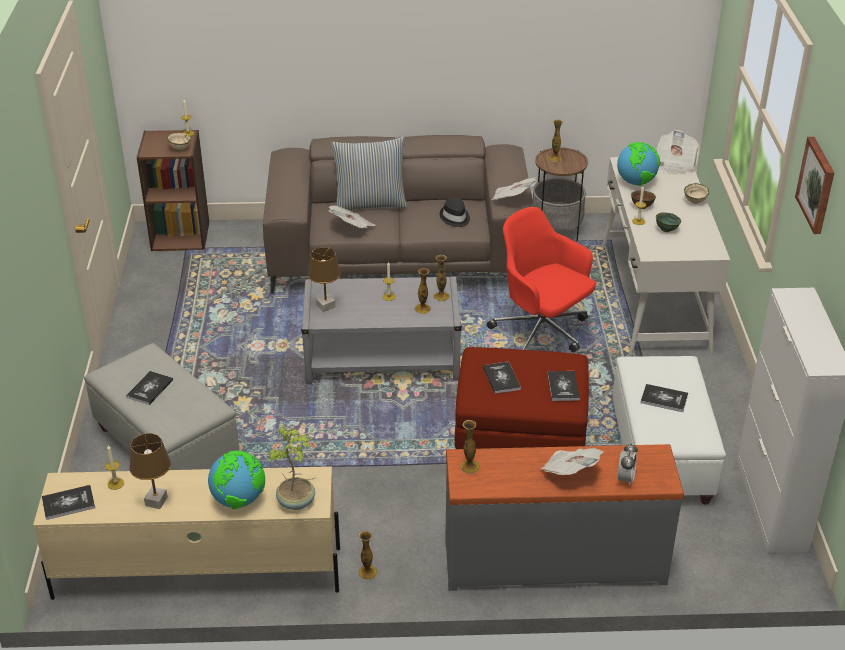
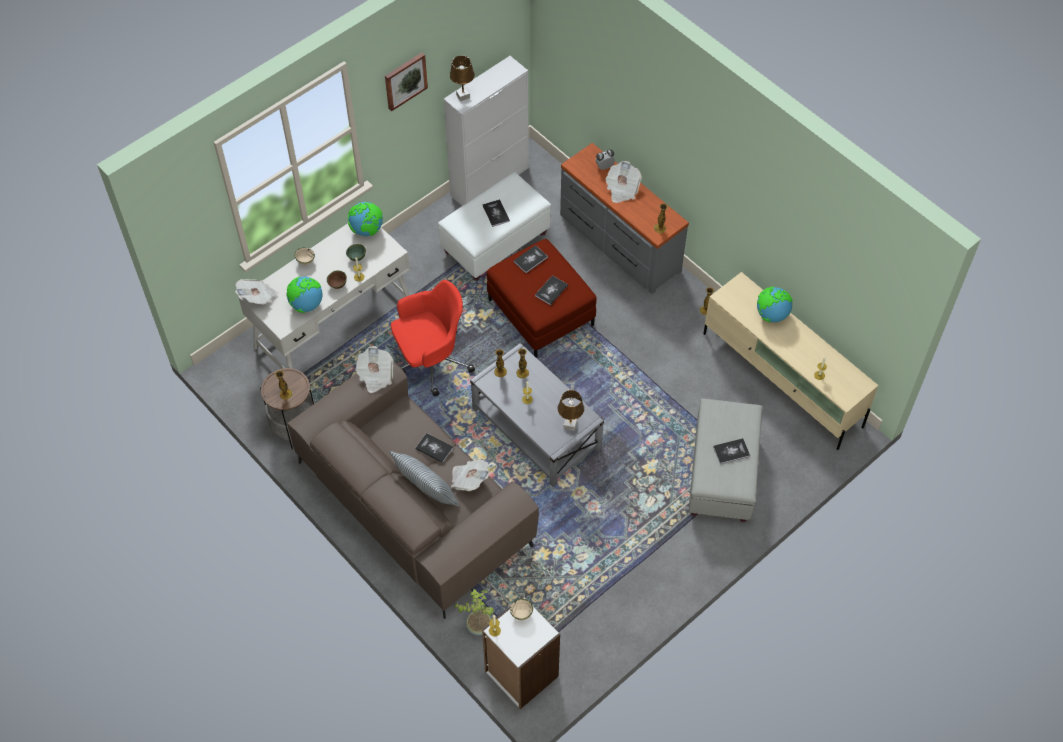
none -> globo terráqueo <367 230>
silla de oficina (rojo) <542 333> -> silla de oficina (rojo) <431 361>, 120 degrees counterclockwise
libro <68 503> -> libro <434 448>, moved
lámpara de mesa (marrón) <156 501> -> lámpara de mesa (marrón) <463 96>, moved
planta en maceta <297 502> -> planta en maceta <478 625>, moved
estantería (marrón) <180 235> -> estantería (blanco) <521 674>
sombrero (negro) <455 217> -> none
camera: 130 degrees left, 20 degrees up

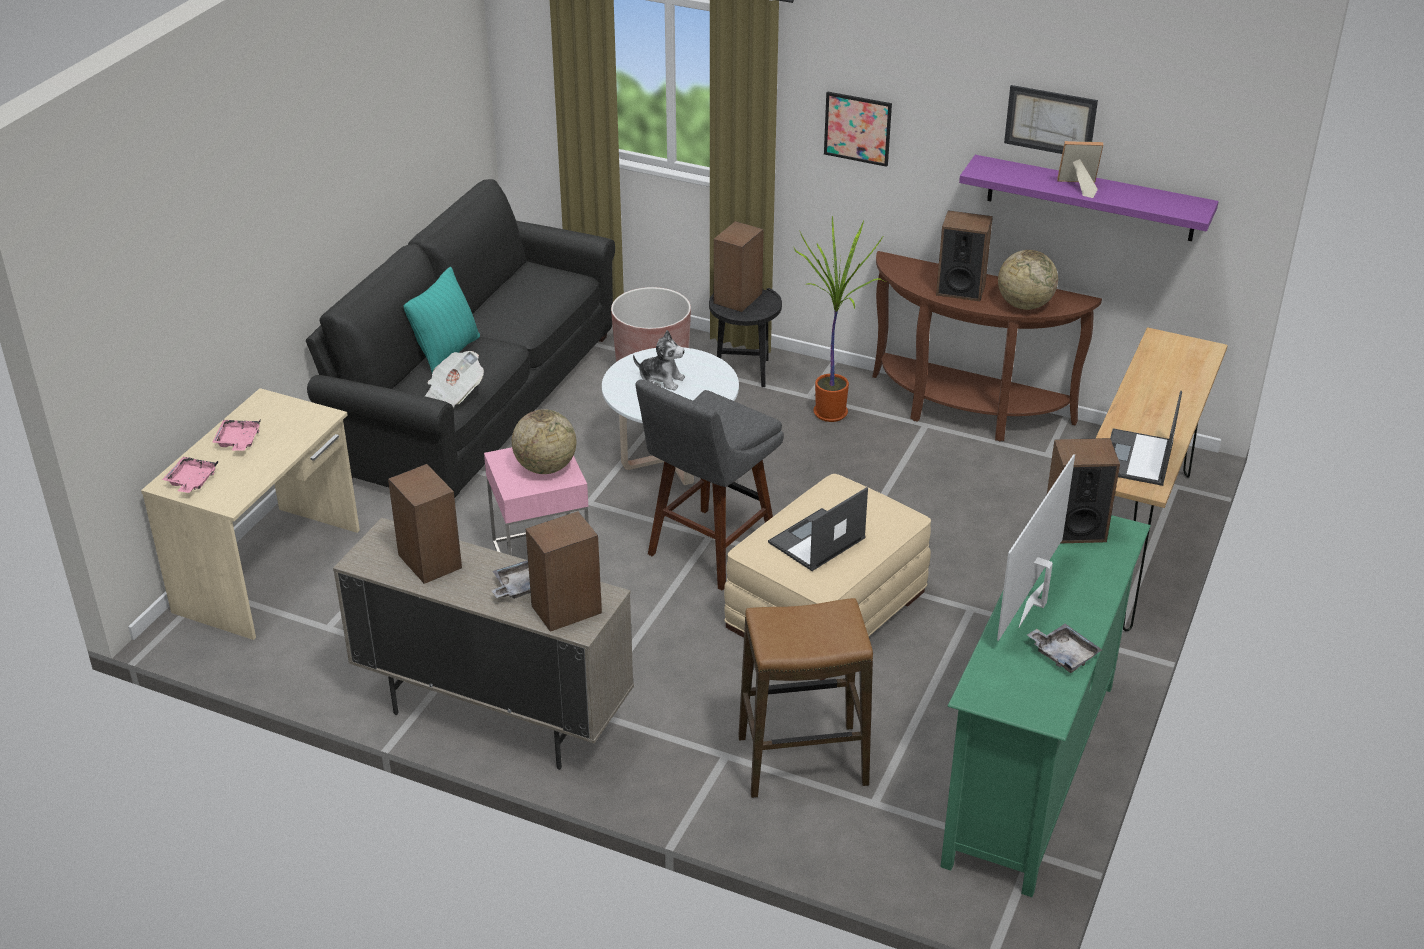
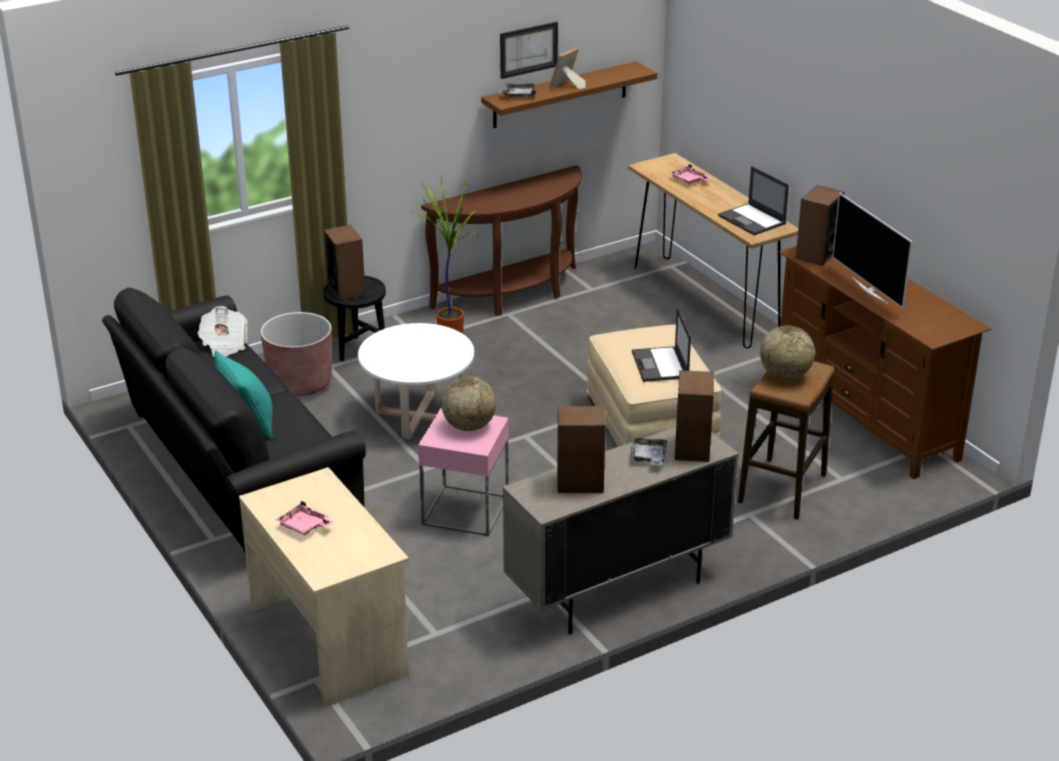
periódico <453 395> -> periódico <224 345>, moved
estante (morado) <1090 198> -> estante (marrón) <560 95>
bandeja (gris) <1063 654> -> bandeja (gris) <519 95>, moved
bandeja (rosa) <191 481> -> bandeja (rosa) <689 180>, moved
globo terráqueo <1024 305> -> globo terráqueo <785 375>, moved
mueble de televisión (verde) <1032 773> -> mueble de televisión (marrón) <866 418>
peluche <661 380> -> none
taburete (gris) <708 552> -> none
cuadro <857 128> -> none
altavoz <960 289> -> none
camera: 55 degrees left, 5 degrees down

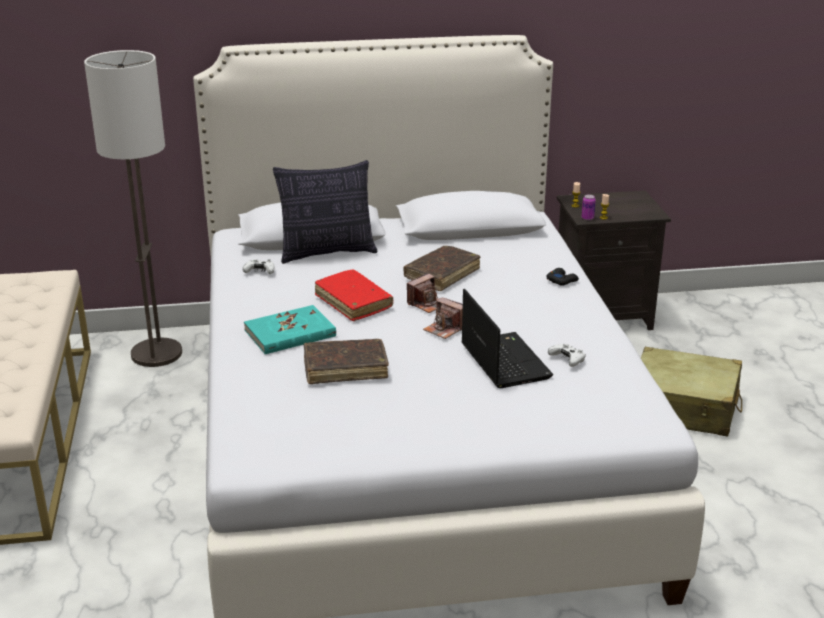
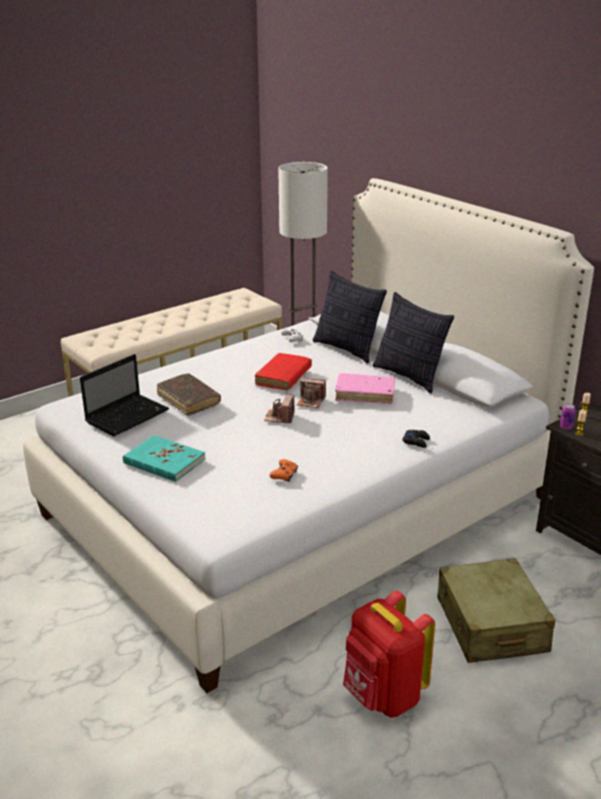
portátil <503 361> -> portátil <128 416>, moved
libro (turquesa) <290 333> -> libro (turquesa) <164 461>, moved
mando de consola (blanco) <567 360> -> mando de consola (naranja) <284 475>
libro (marrón) <442 274> -> libro (rosa) <365 394>
none -> mochila (rojo) <383 696>
none -> cojín <409 376>
camera: 60 degrees right, 0 degrees up

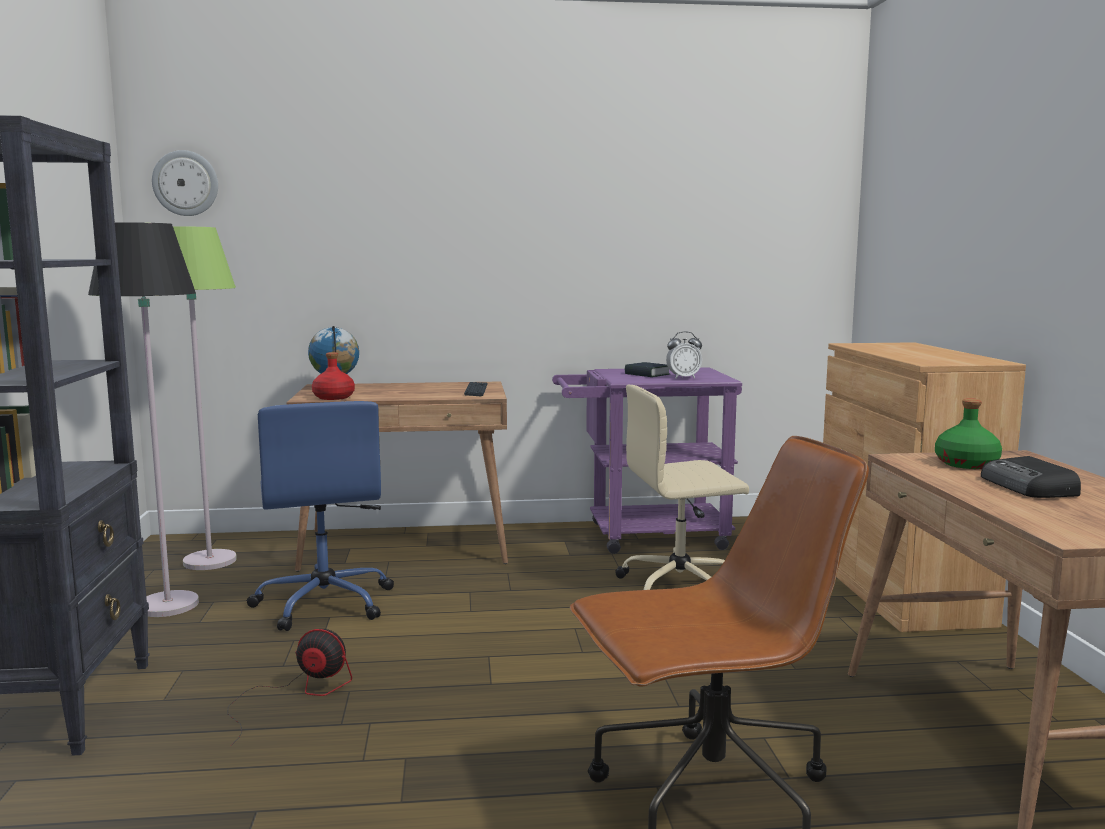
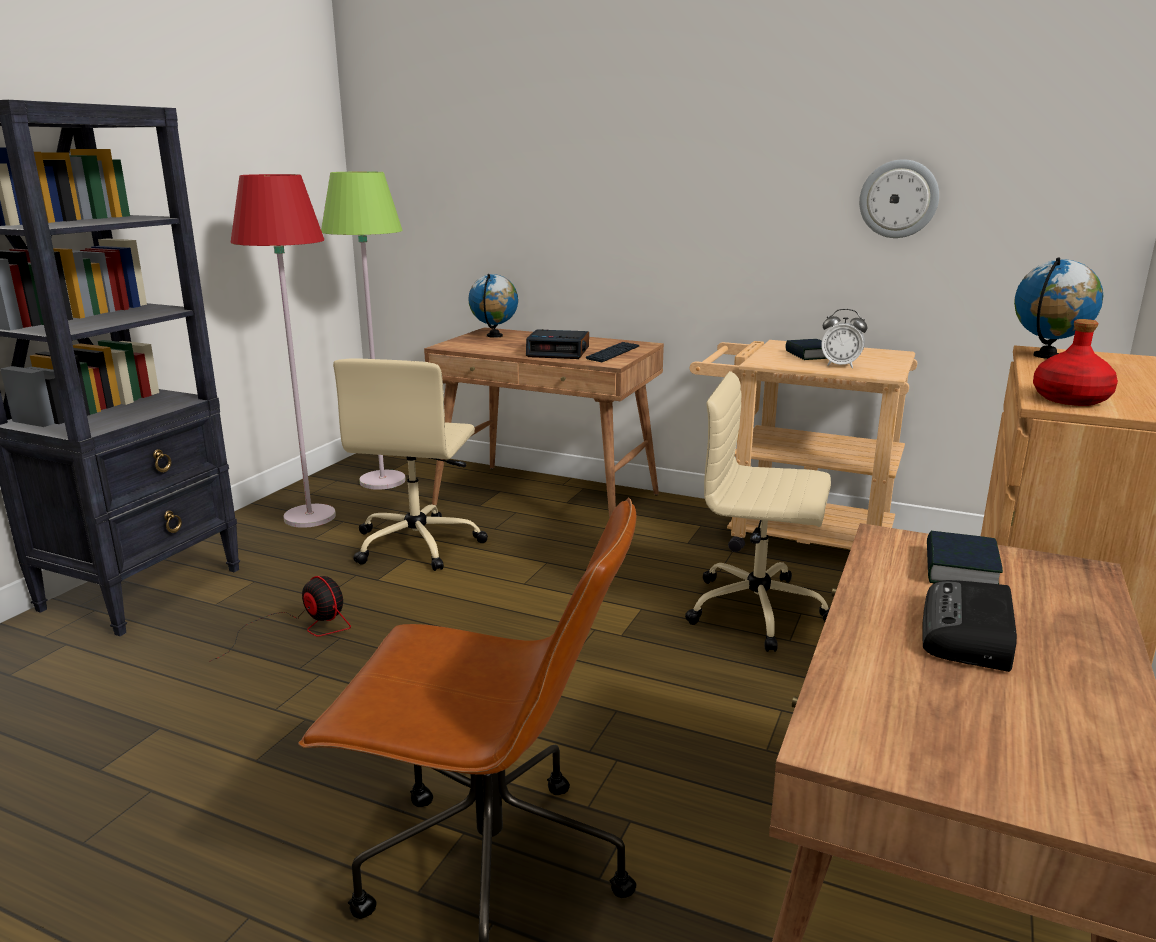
lámpara de pie (negro) <168 605> -> lámpara de pie (rojo) <310 517>
silla de oficina (azul) <324 603> -> silla de oficina (beis) <418 544>
none -> despertador <559 352>
carrito (morado) <644 536> -> carrito (beis) <792 537>
reloj de pared <185 183> -> reloj de pared <898 199>, moved
botella (verde) <966 464> -> libro <960 570>
none -> globo terráqueo <1047 356>
botella (rojo) <334 397> -> botella (rojo) <1071 399>, moved
camera: 30 degrees right, 10 degrees up

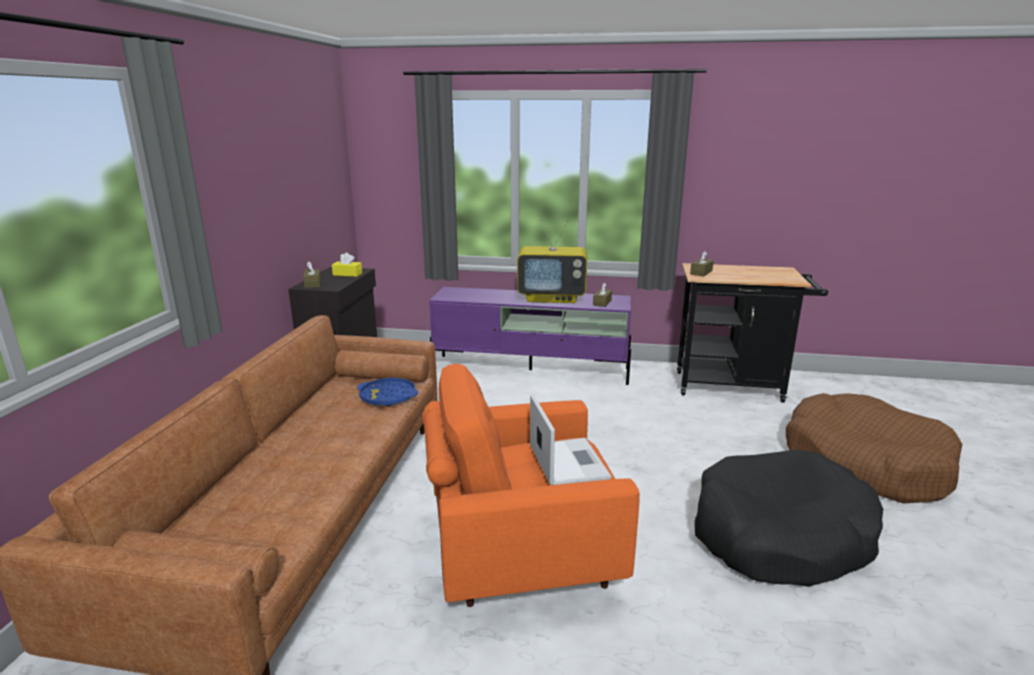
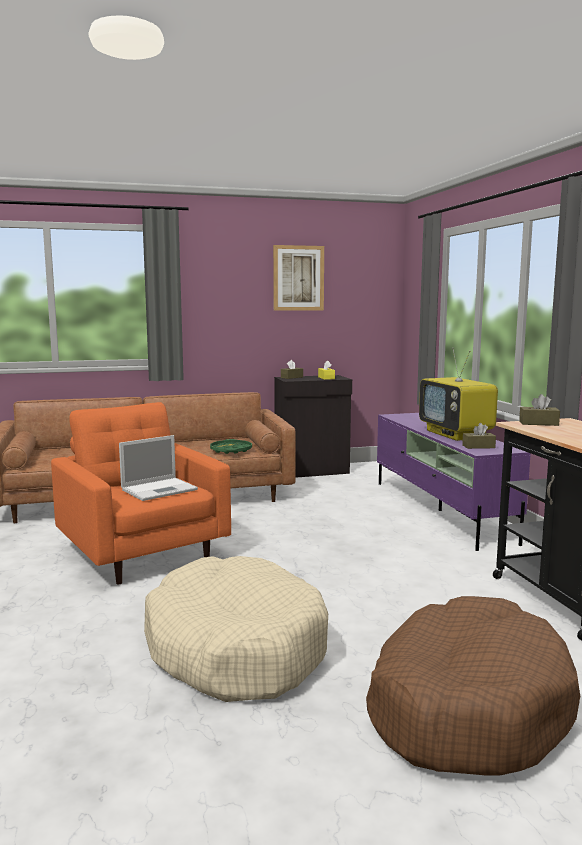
cama para perro (negro) <779 535> -> cama para perro (beis) <235 648>
bandeja (azul) <388 396> -> bandeja (verde) <231 450>
none -> cuadro <298 278>
camera: 65 degrees right, 10 degrees down

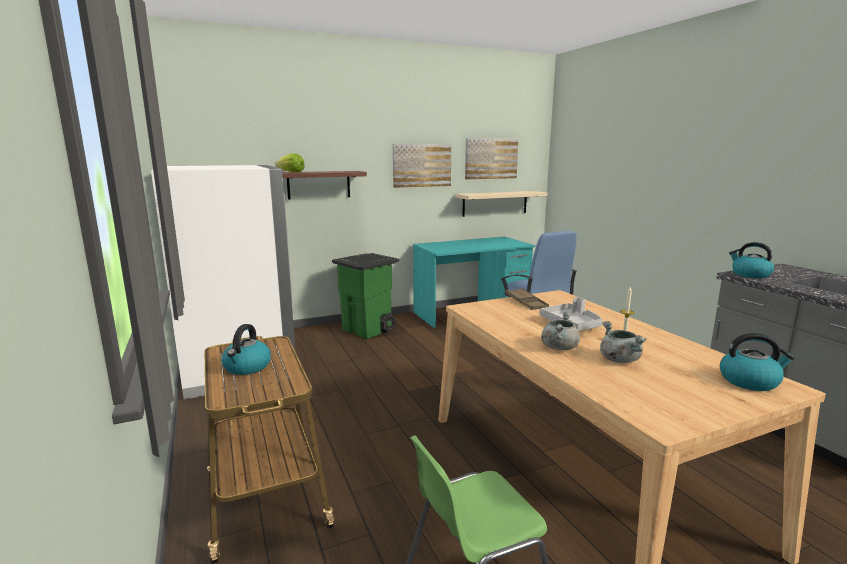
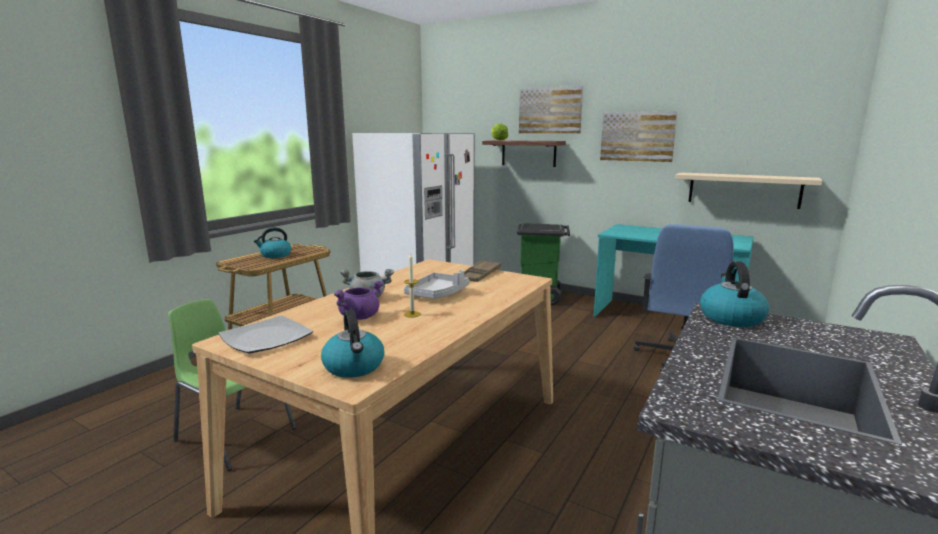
none -> plato <267 338>
olla (gris) <618 359> -> olla (morado) <359 317>
cuadro <491 158> -> cuadro <550 110>, moved
camera: 55 degrees right, 0 degrees up

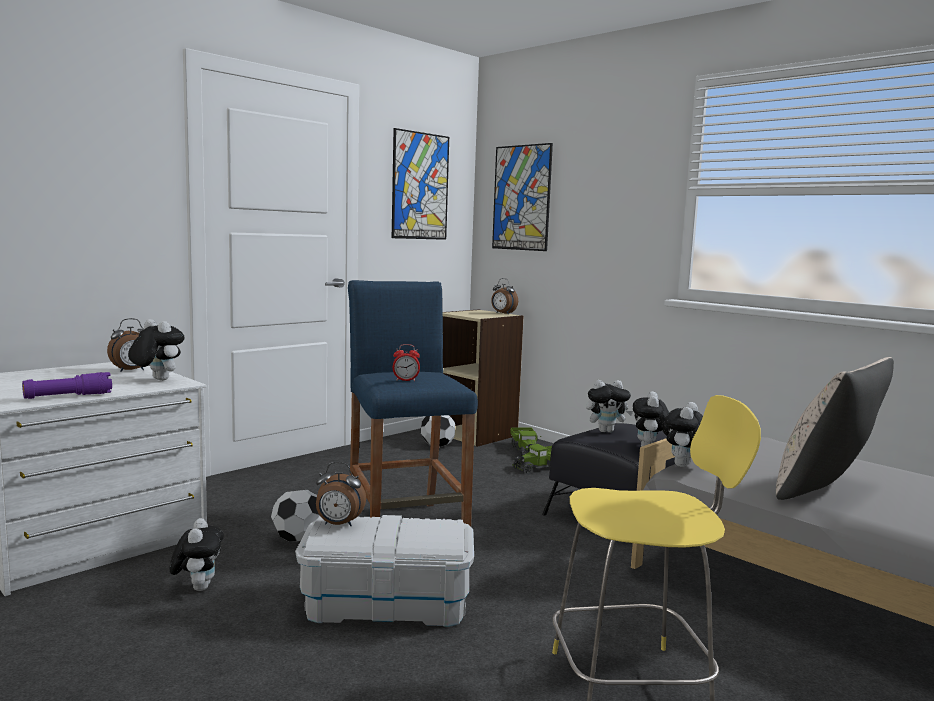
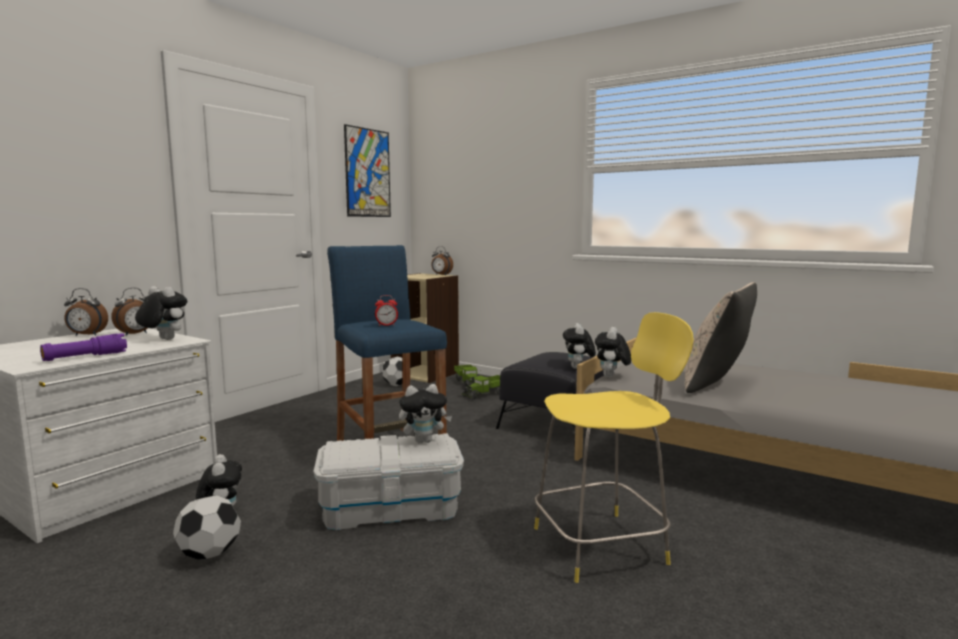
despertador <338 524> -> despertador <86 335>, moved
balón de fútbol <298 540> -> balón de fútbol <209 554>, moved
peluche <606 431> -> peluche <424 441>, moved
cuadro <521 198> -> none
camera: 10 degrees left, 0 degrees up

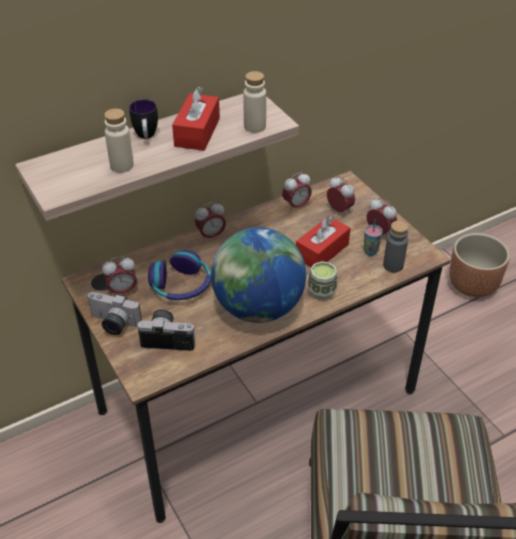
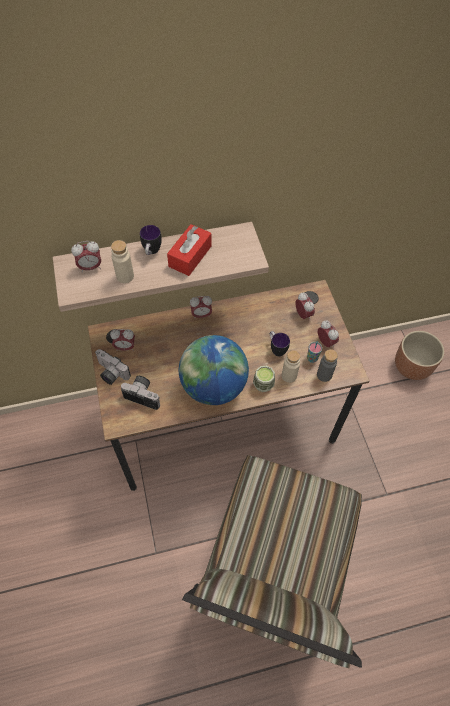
despertador <296 206> -> despertador <90 267>, moved
caja de pañuelos (rojo) <322 251> -> taza grande <276 349>
botella (beis) <254 126> -> botella (beis) <289 376>, moved
auriculares <181 285> -> none
camera: 15 degrees right, 15 degrees up

